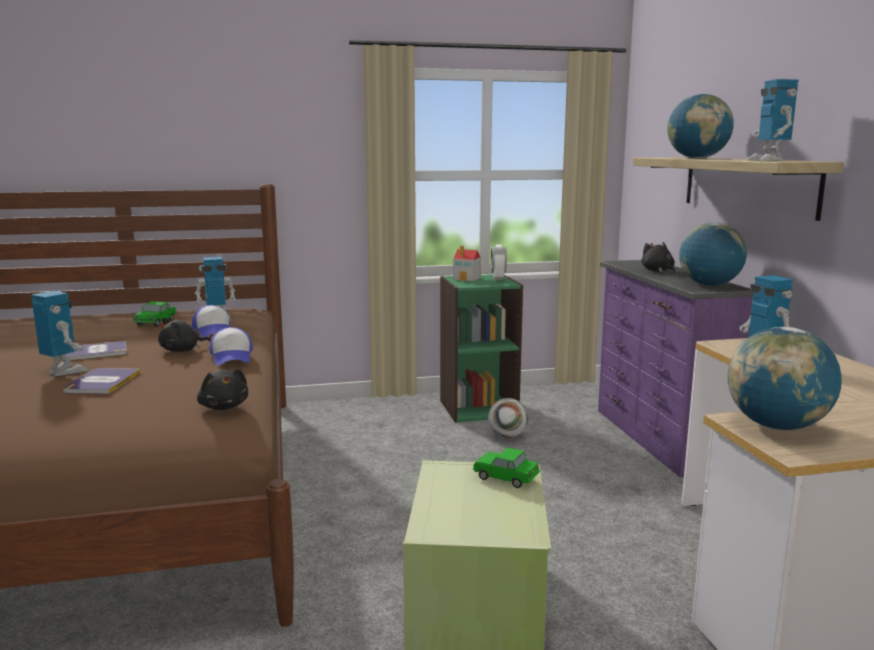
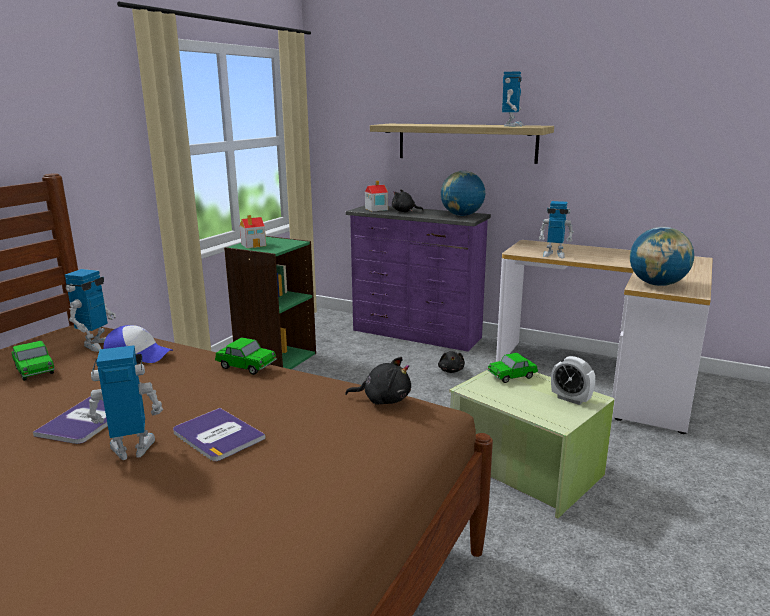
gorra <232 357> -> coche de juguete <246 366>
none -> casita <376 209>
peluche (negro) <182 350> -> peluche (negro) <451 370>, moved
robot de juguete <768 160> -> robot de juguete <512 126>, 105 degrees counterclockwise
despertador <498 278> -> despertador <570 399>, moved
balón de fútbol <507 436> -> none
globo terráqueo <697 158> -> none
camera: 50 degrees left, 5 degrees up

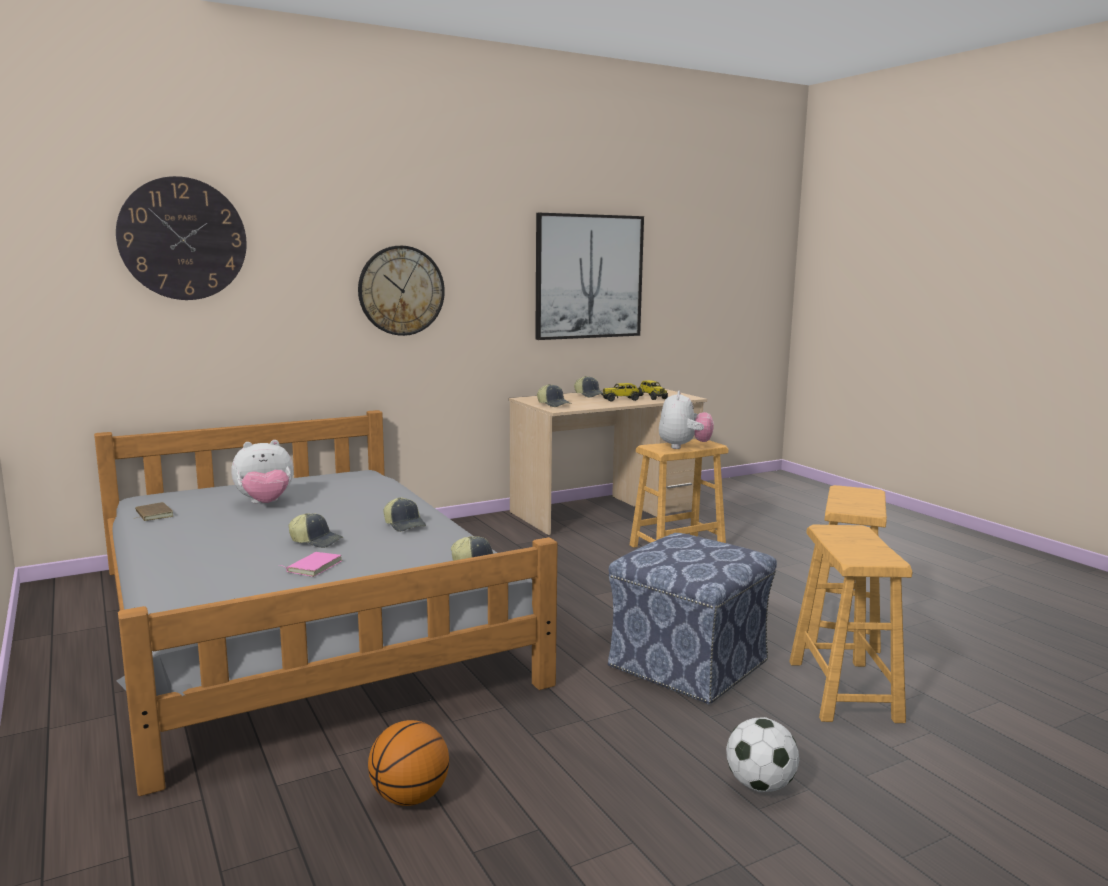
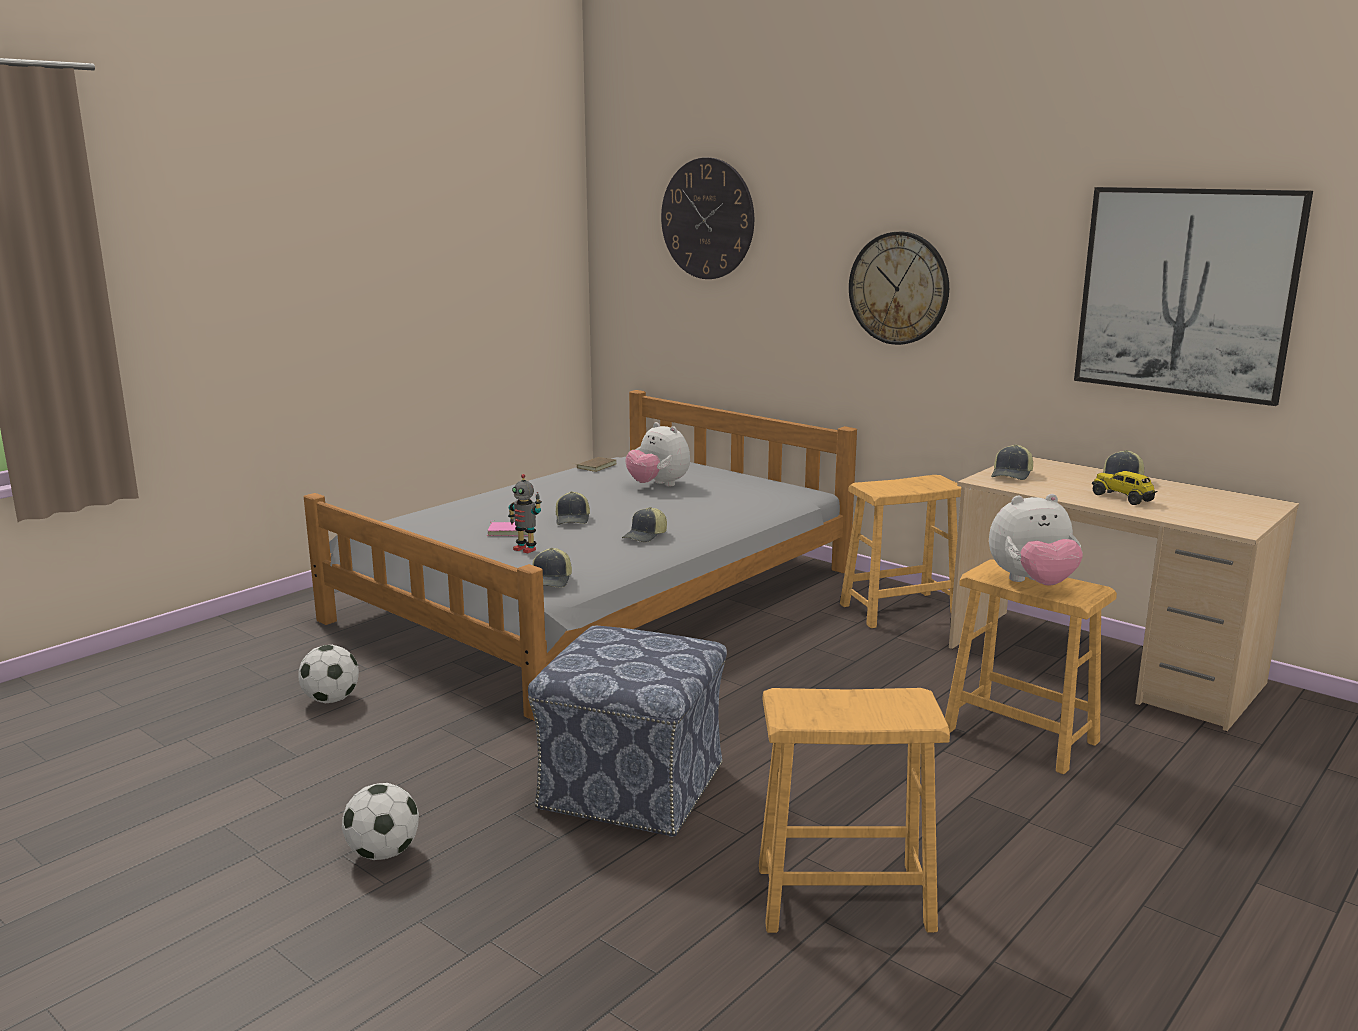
balón de baloncesto <410 797> -> balón de fútbol <331 700>
none -> robot de juguete <525 549>
taburete (marrón) <844 690> -> taburete (marrón) <899 609>, moved
camión de juguete <652 397> -> none
camera: 70 degrees right, 5 degrees up

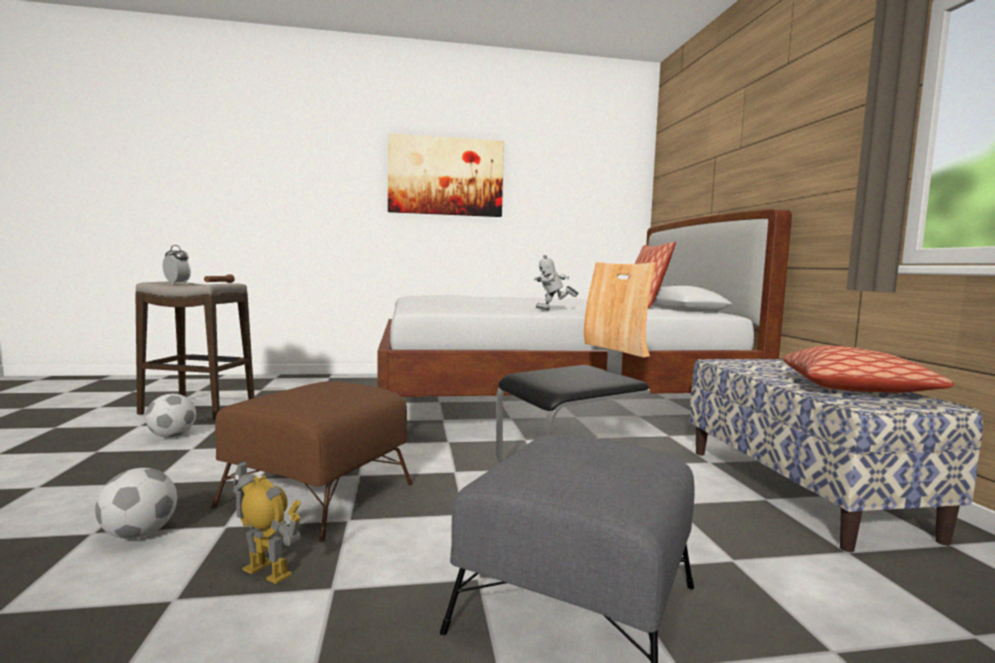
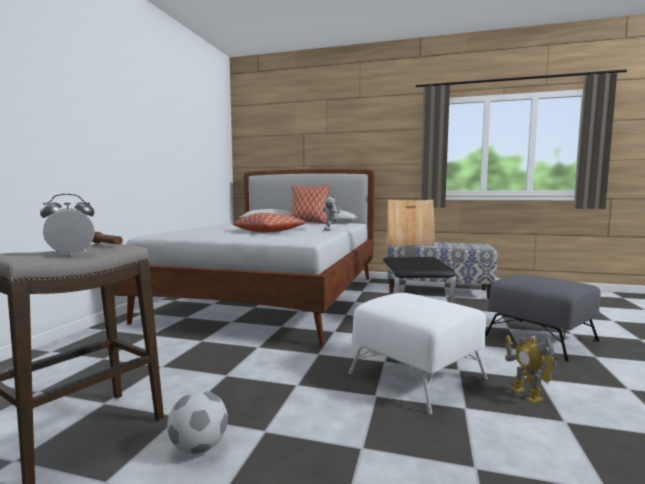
cojín <855 388> -> cojín <269 231>, moved
puf (marrón) <316 495> -> puf (blanco) <417 376>
robot de juguete <267 571> -> robot de juguete <526 394>, 75 degrees counterclockwise
balón de fútbol <139 534> -> none
cuadro <446 176> -> none
camera: 65 degrees left, 0 degrees up

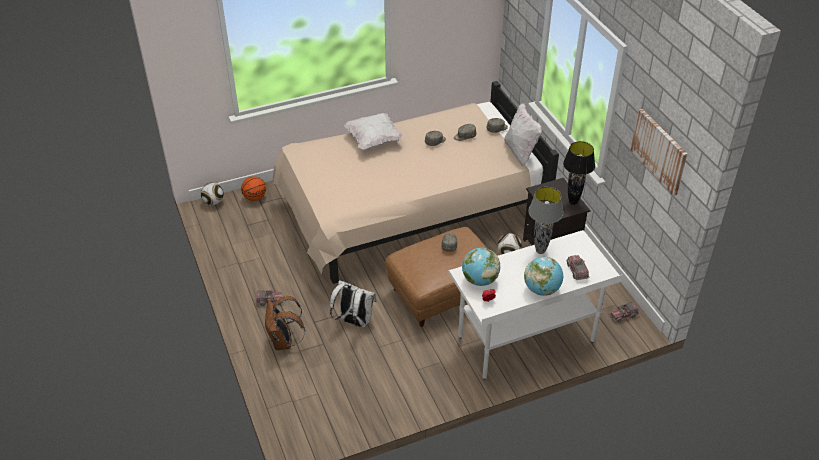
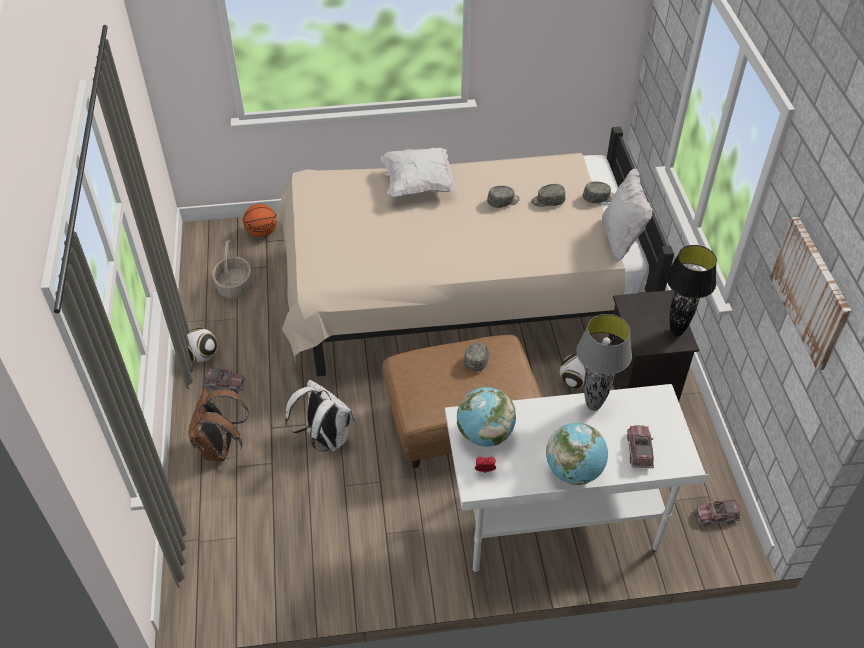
balón de fútbol <213 202> -> balón de fútbol <202 355>, moved
none -> cesta <234 286>
camera: 15 degrees right, 5 degrees up

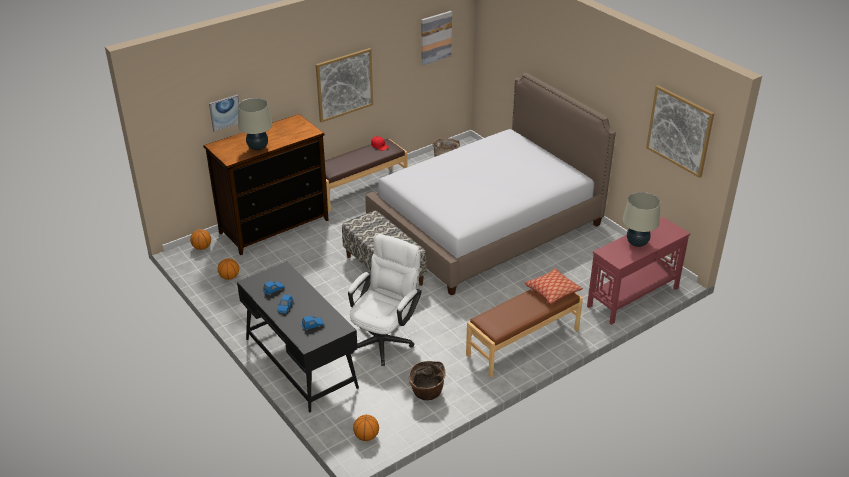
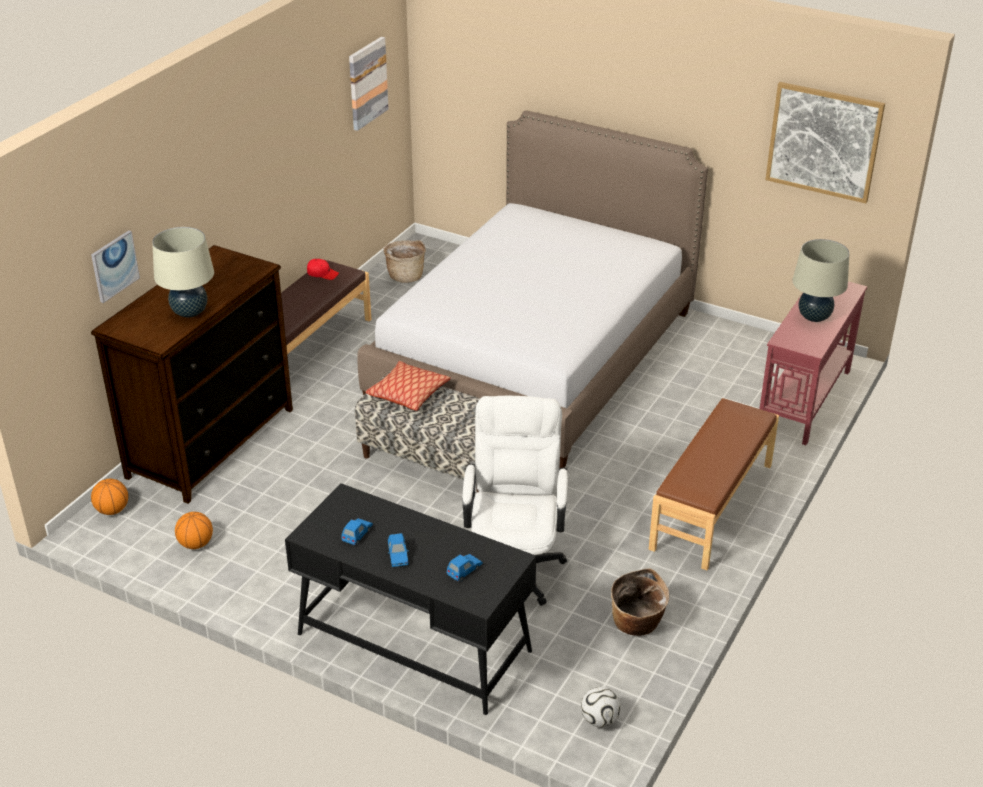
cojín <552 291> -> cojín <408 393>, moved
balón de baloncesto <366 436> -> balón de fútbol <599 720>
cuadro <344 84> -> none
camera: 25 degrees left, 0 degrees up

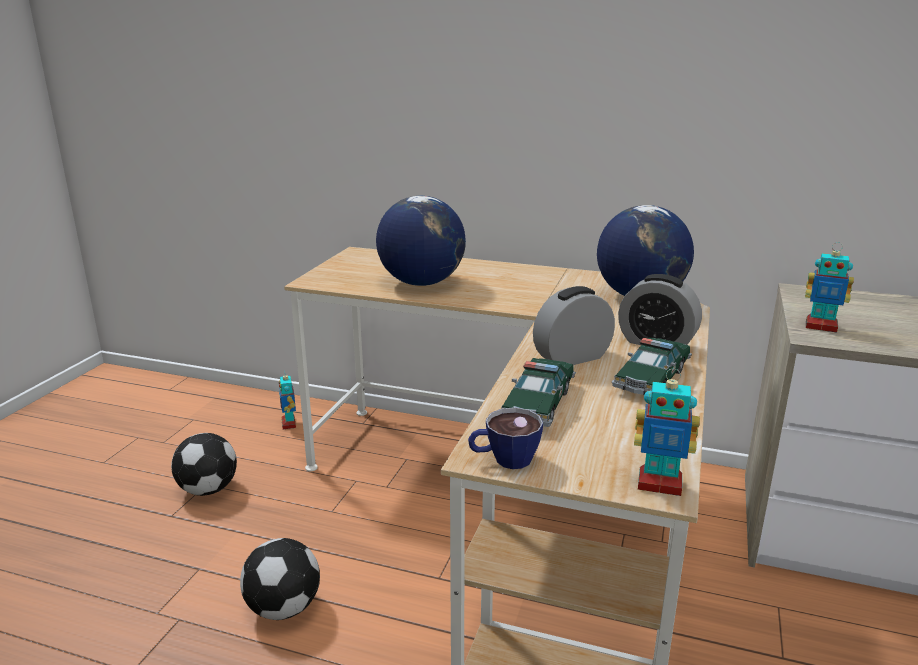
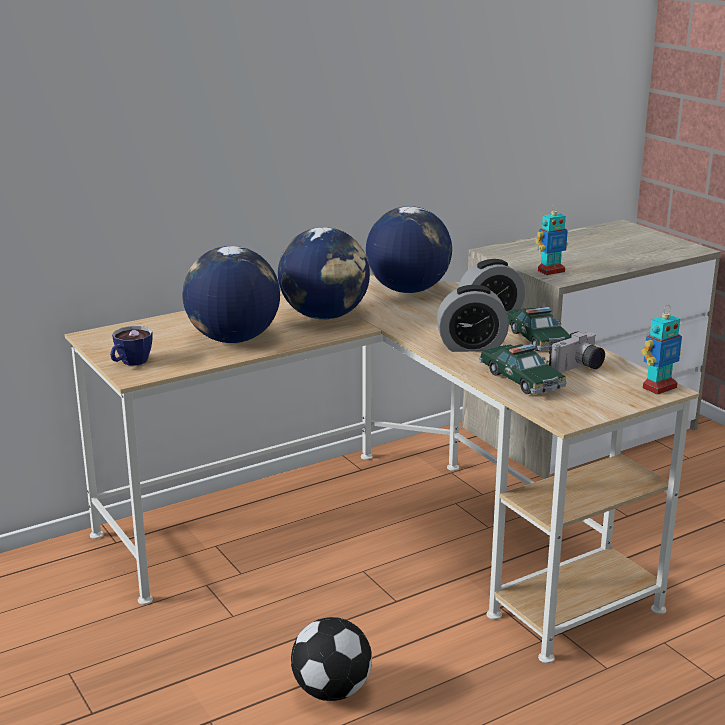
taza <504 460> -> taza <130 363>, moved
none -> globo terráqueo <325 316>
despertador <572 358> -> despertador <471 346>, 105 degrees counterclockwise
none -> cámara <578 368>
balón de fútbol <209 489> -> none
robot de juguete <289 423> -> none
camera: 50 degrees left, 0 degrees up

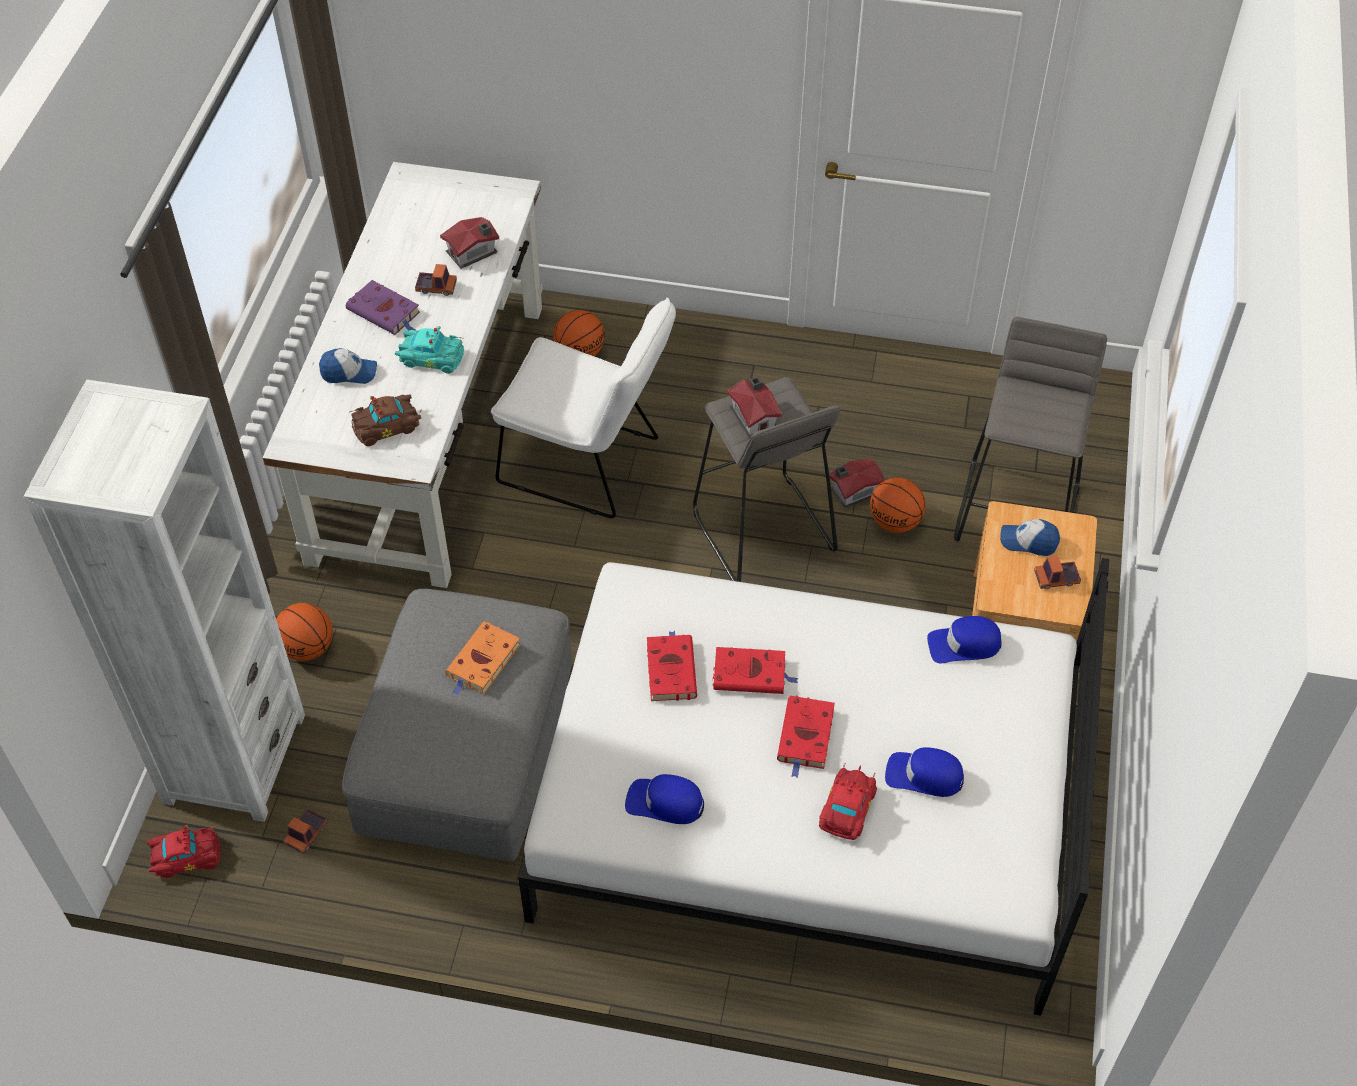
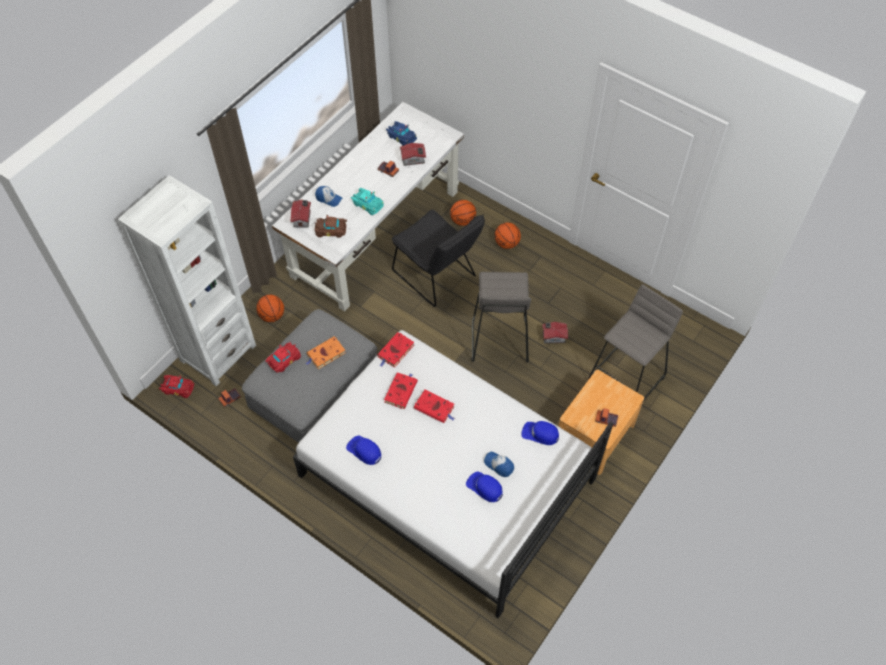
coche de juguete (rojo) <845 810> -> coche de juguete (rojo) <283 360>, moved
casita <754 417> -> casita <302 218>, moved
libro (rojo) <806 737> -> libro (rojo) <395 352>, moved
none -> coche de juguete (azul) <401 137>
silla (blanco) <589 464> -> silla (negro) <437 277>
gorra <1028 541> -> gorra <499 465>, moved
balón de baloncesto <895 522> -> balón de baloncesto <507 244>, moved
libro (morado) <385 312> -> none
camera: 25 degrees right, 5 degrees up

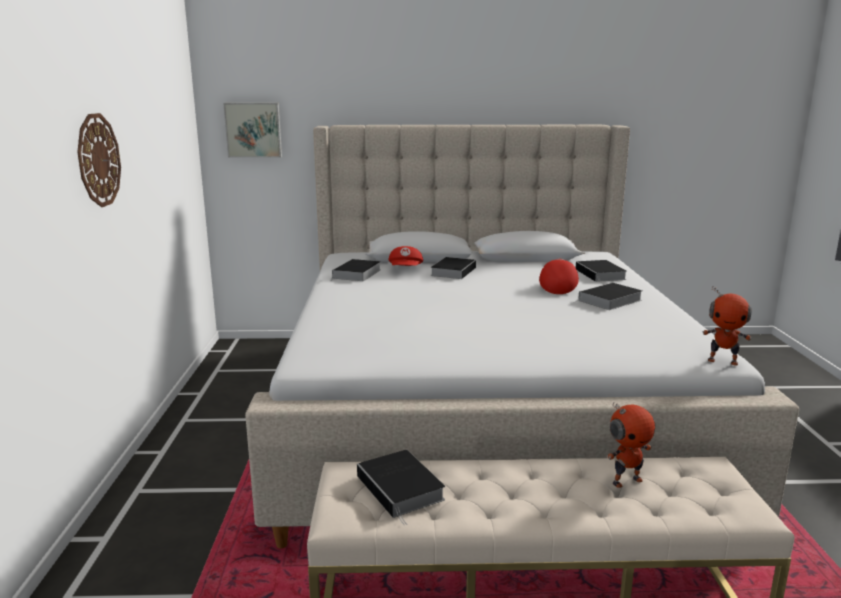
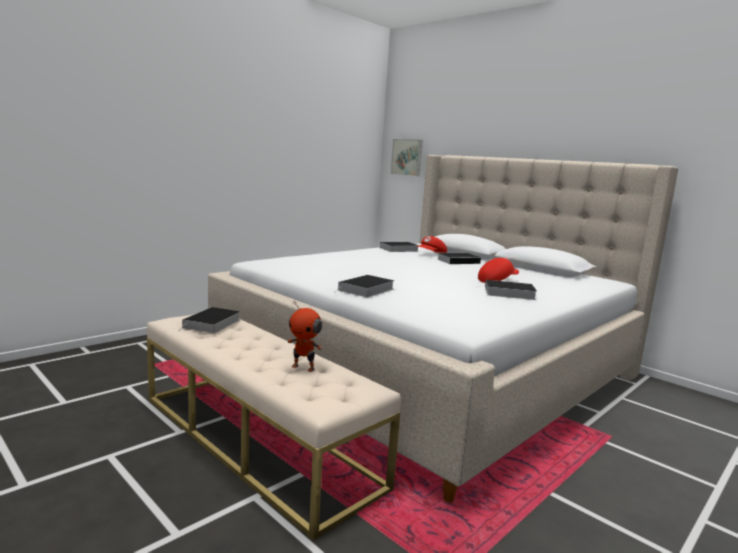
libro <601 275> -> libro <366 290>, moved
reloj de pared <98 160> -> none
robot de juguete <723 361> -> none
camera: 45 degrees right, 5 degrees down

